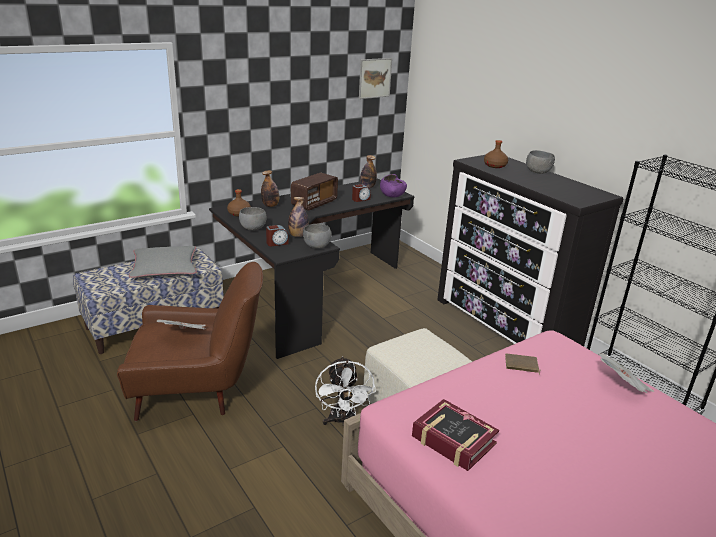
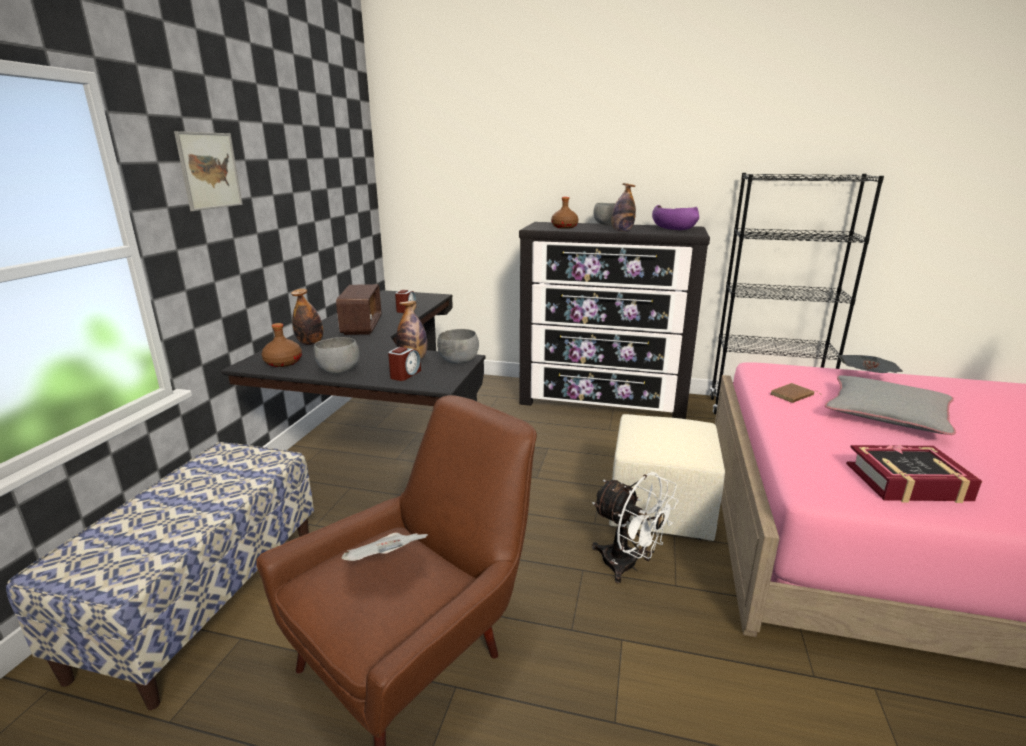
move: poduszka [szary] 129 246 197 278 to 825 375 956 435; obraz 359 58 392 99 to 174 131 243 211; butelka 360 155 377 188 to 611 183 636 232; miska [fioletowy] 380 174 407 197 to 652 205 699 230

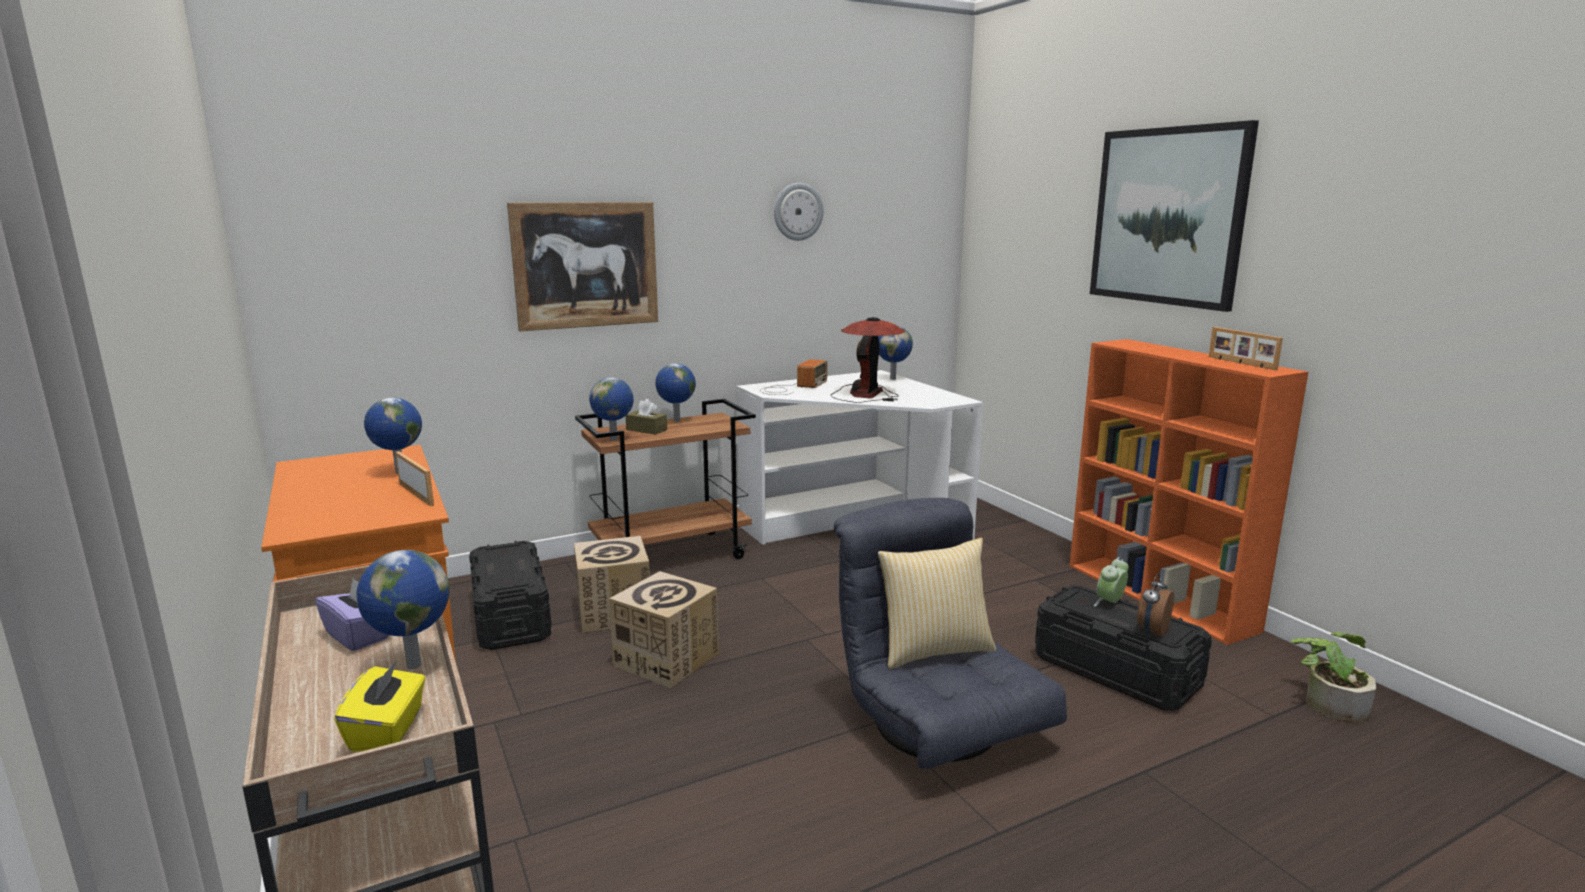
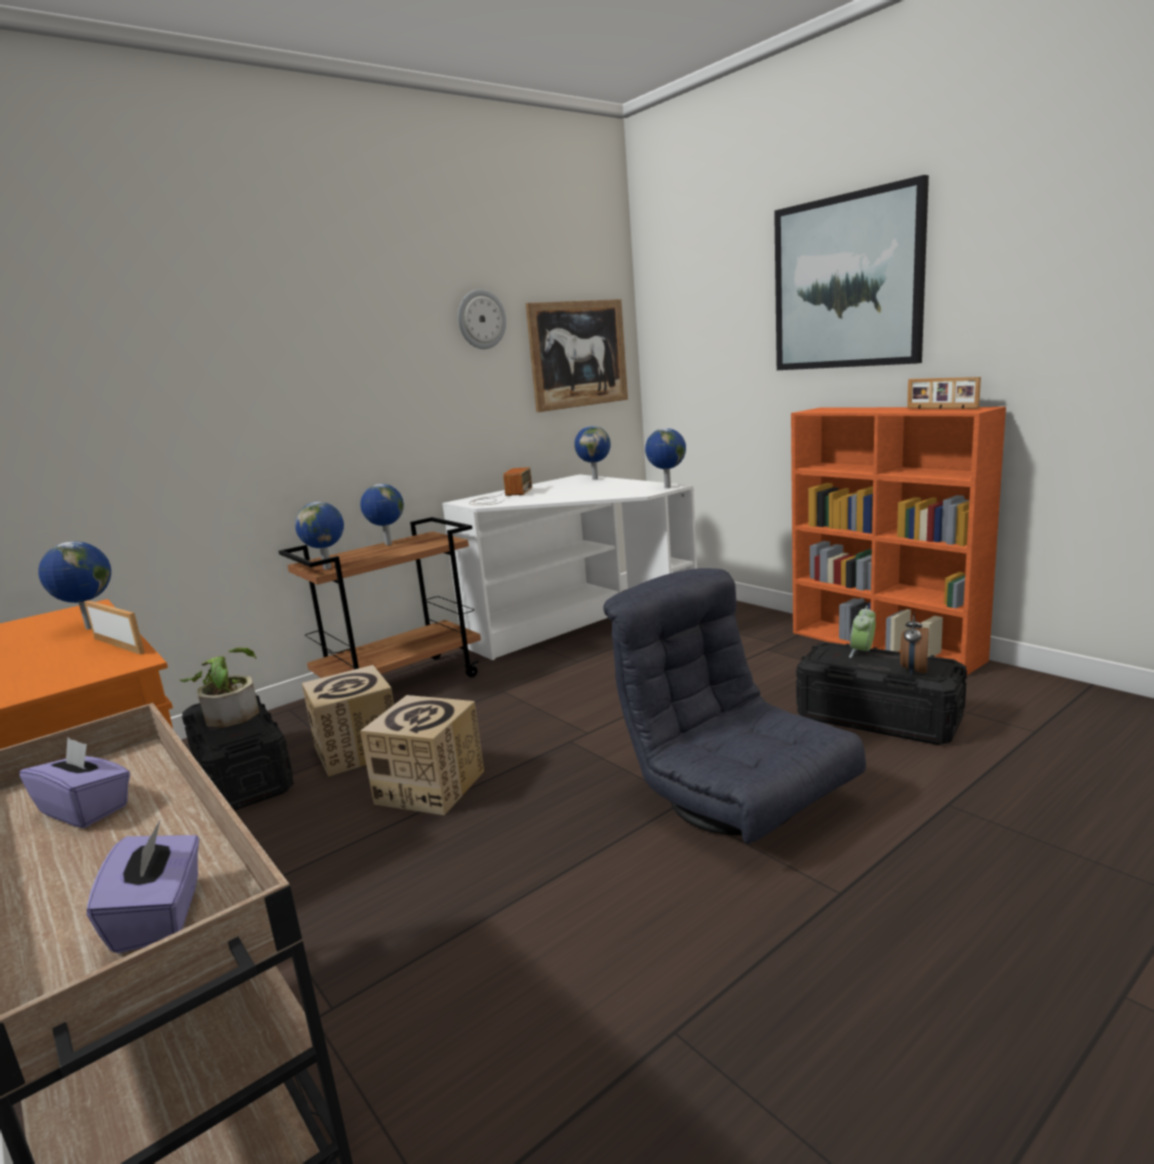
delete: pudełko chusteczek [brązowy] 625 399 667 435; lampa stołowa 831 317 905 403; poduszka 878 538 996 669
move: globus 356 550 450 670 to 645 428 686 488; obraz 507 202 658 332 to 525 299 628 412; roślina doniczkowa 1291 632 1376 723 to 180 647 259 728
recolor: pudełko chusteczek [żółty] 334 660 425 751 to pudełko chusteczek [fioletowy] 87 821 199 954

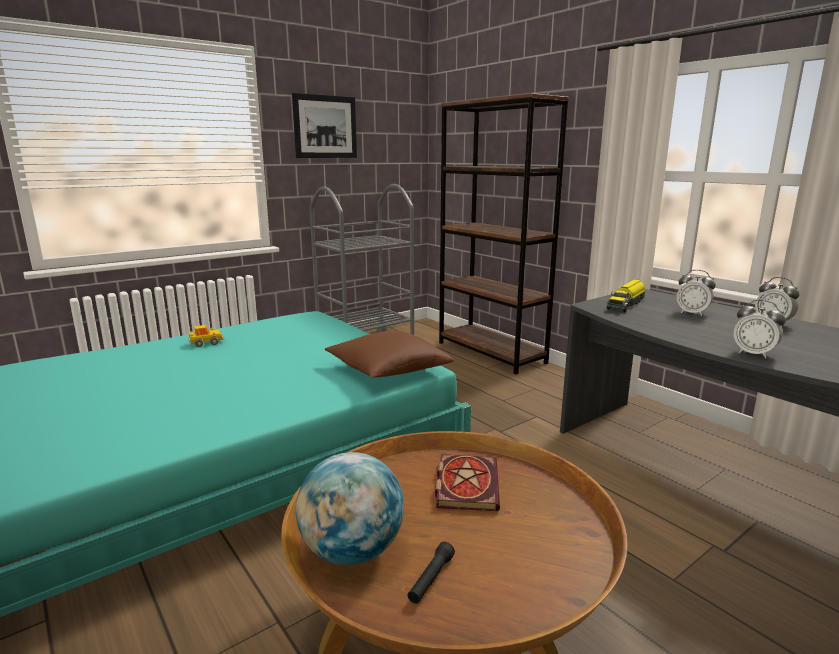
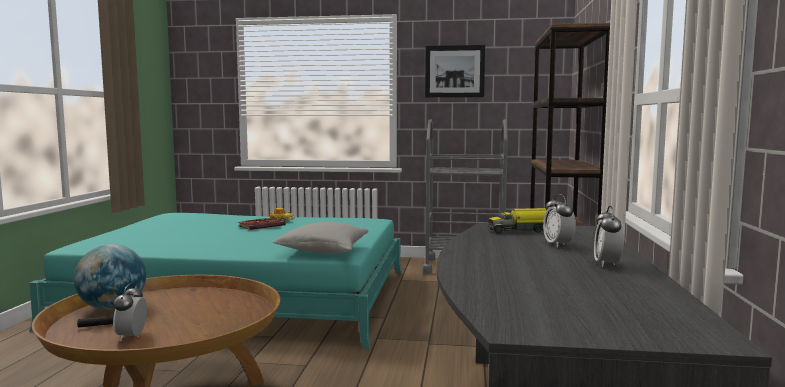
move: książka 435 454 500 511 to 238 218 286 230; budzik 734 300 786 359 to 113 283 147 341
recolor: poduszka [brązowy] 325 331 454 378 to poduszka [szary] 273 222 368 254

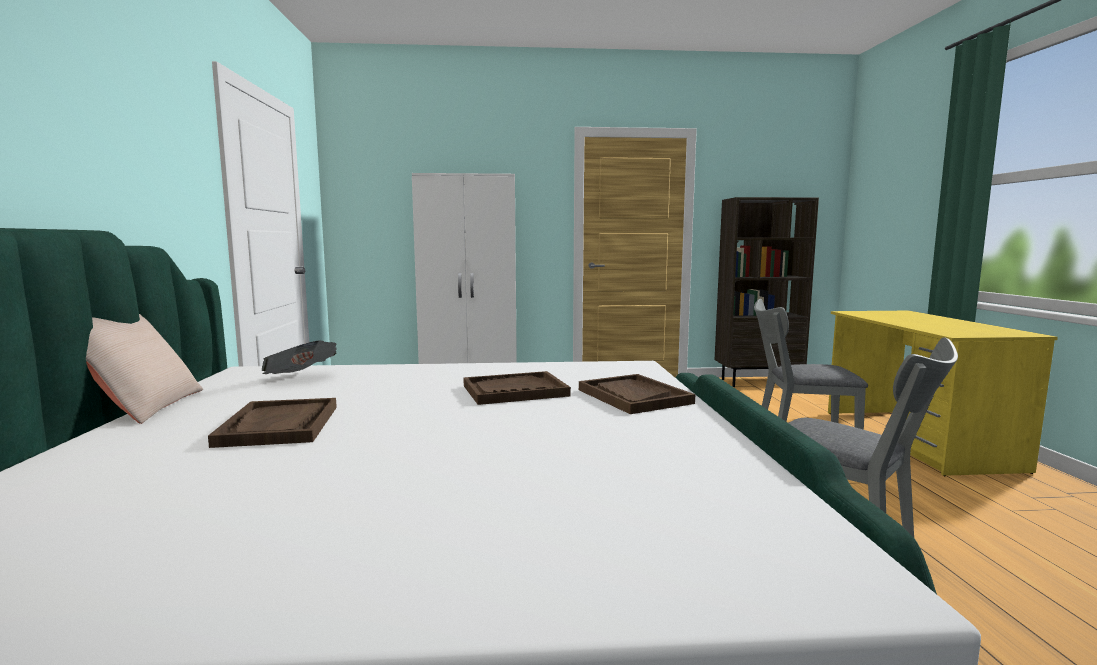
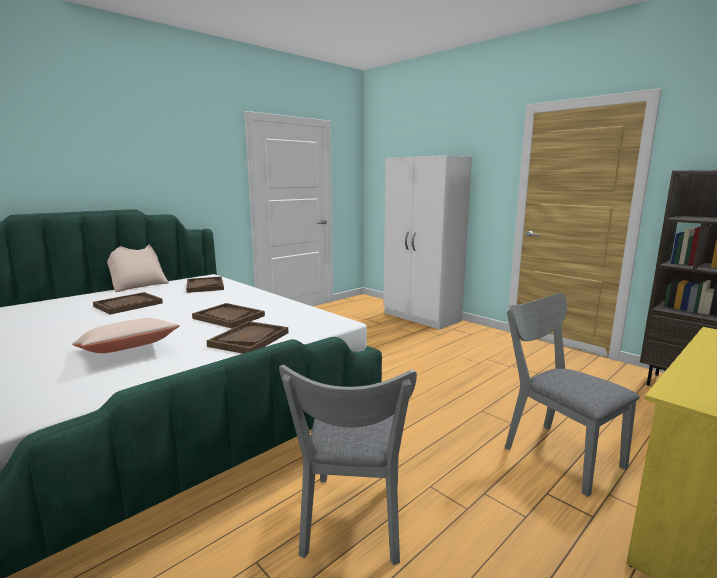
insert: poduszka [beżowy] 72 318 180 353
replace: gazeta 262 341 336 374 to taca [brązowy] 186 276 224 293

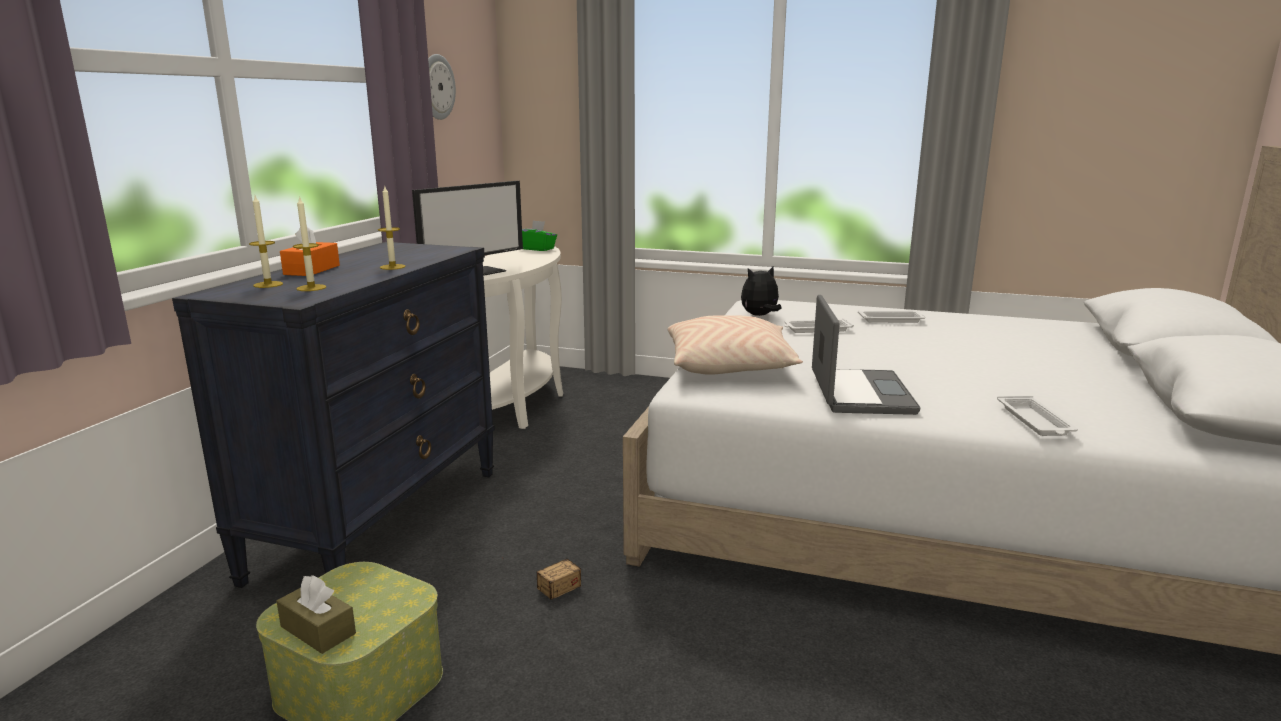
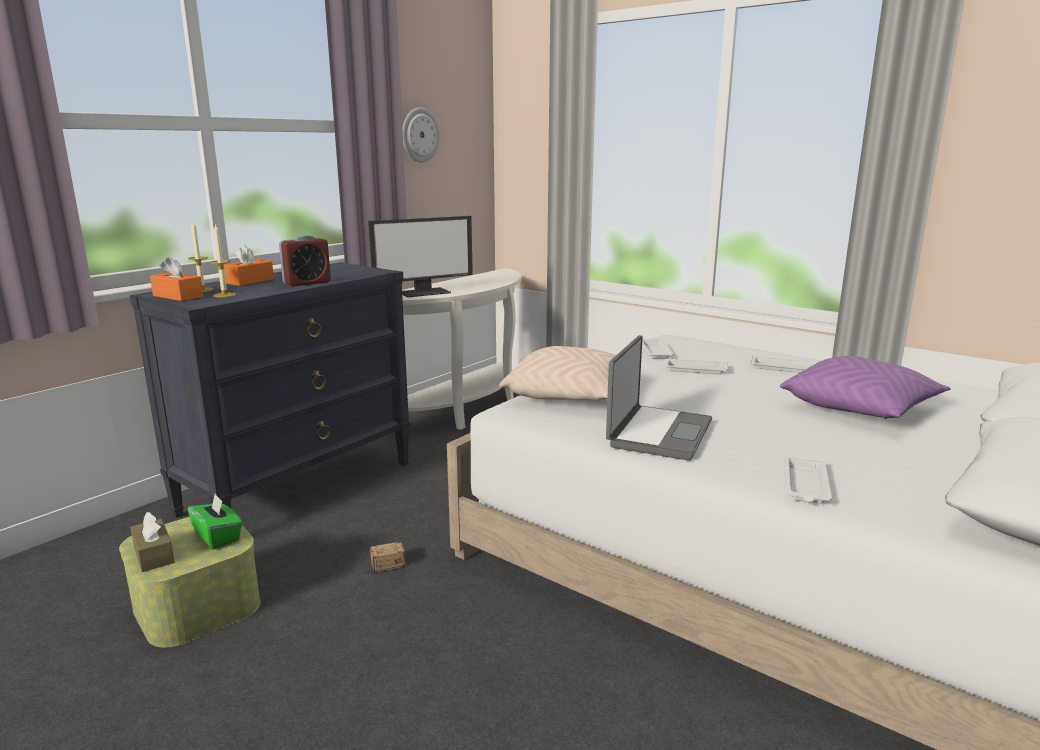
insert: pudełko chusteczek [pomarańczowy] 150 256 203 301; poduszka [fioletowy] 780 356 951 419
move: pudełko chusteczek [zielony] 522 220 557 251 to 188 494 243 550
replace: świeca 378 186 406 270 to budzik 279 235 331 286; pluszak 741 267 782 316 to taca [biały] 642 339 674 359

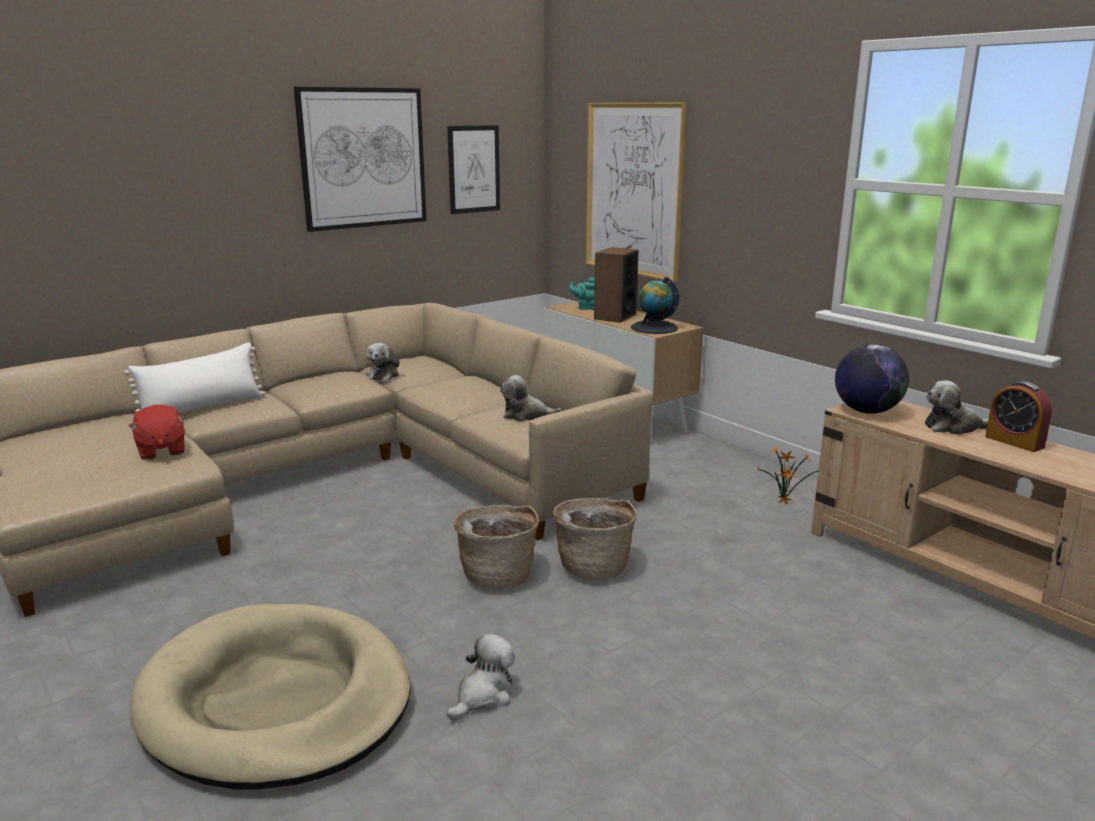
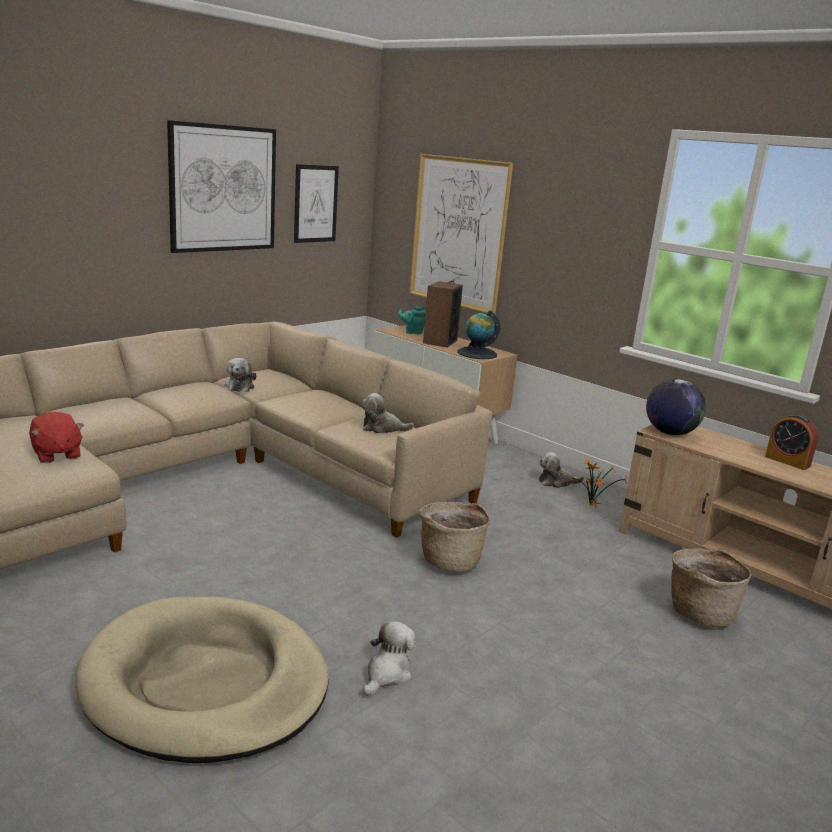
delete: poduszka [biały] 124 342 265 413
move: koszyk 453 505 539 589 to 671 548 752 627; pluszak 925 380 989 435 to 539 452 584 488

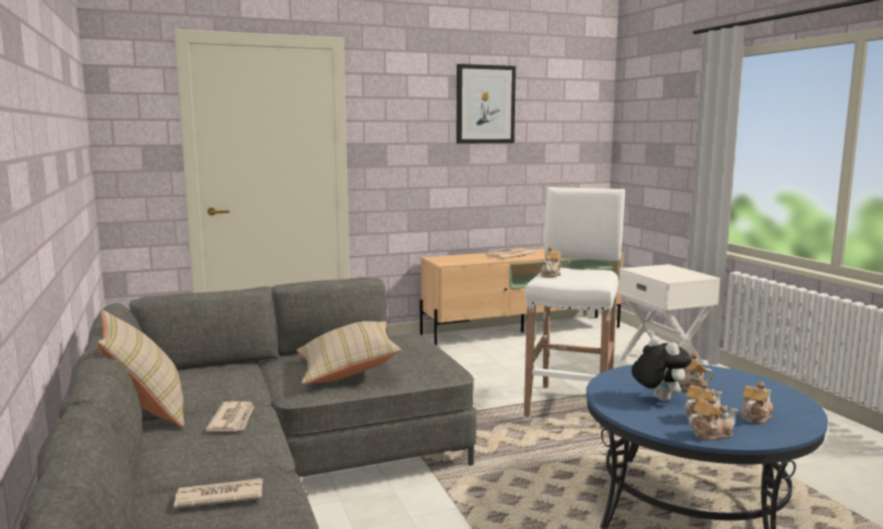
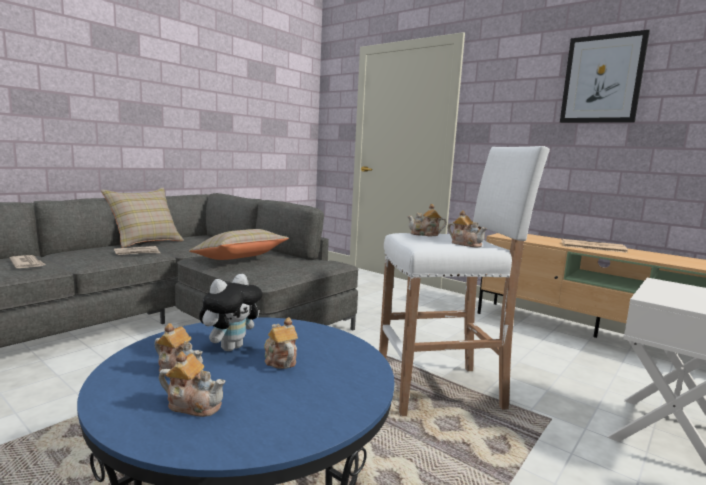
move: imbryk 688 396 737 441 to 447 210 487 247

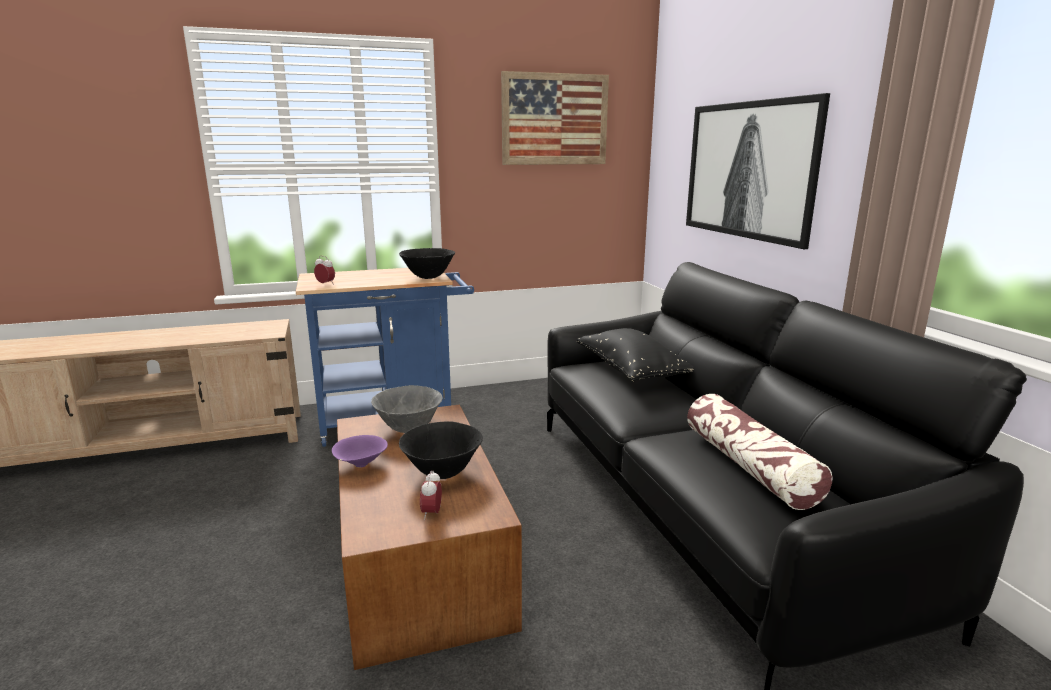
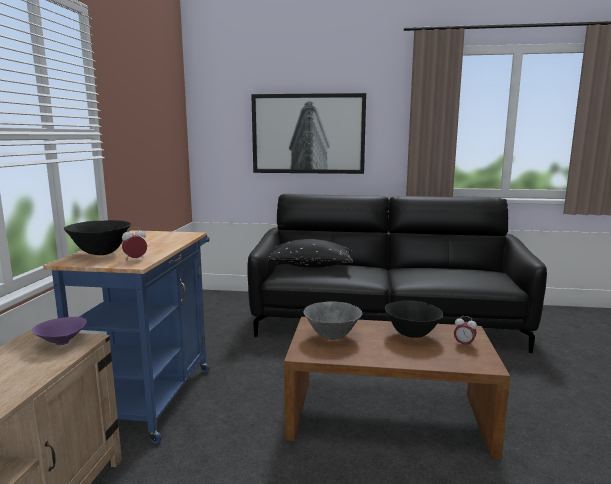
delete: obraz 501 71 609 165; poduszka 687 394 833 510
move: miska [fioletowy] 332 435 388 468 to 31 317 87 346; miska [czarny] 399 248 455 279 to 64 220 131 255

